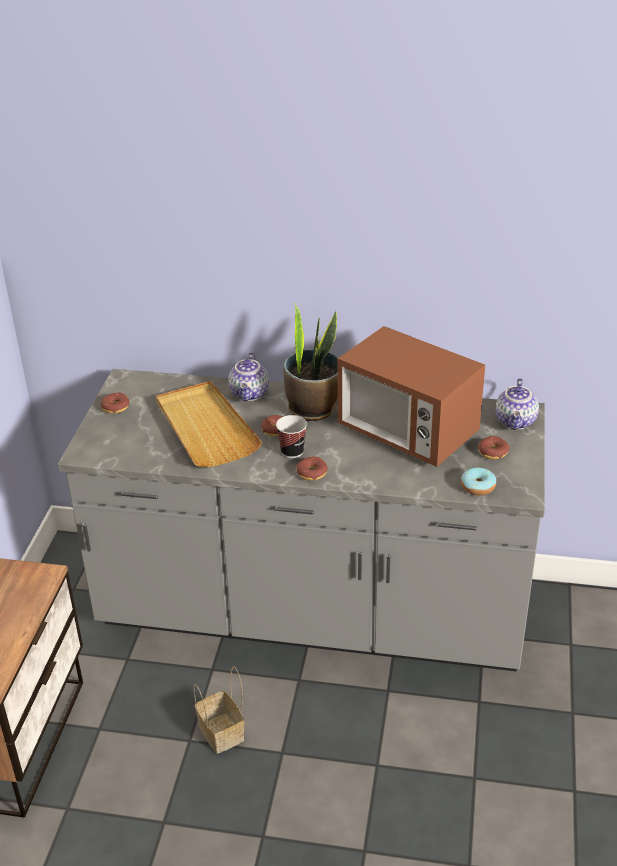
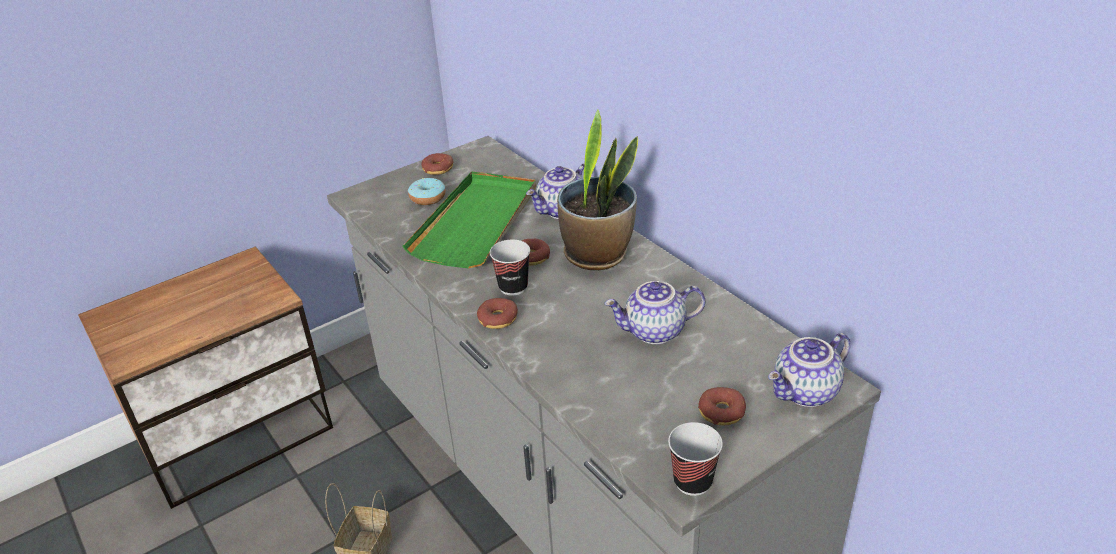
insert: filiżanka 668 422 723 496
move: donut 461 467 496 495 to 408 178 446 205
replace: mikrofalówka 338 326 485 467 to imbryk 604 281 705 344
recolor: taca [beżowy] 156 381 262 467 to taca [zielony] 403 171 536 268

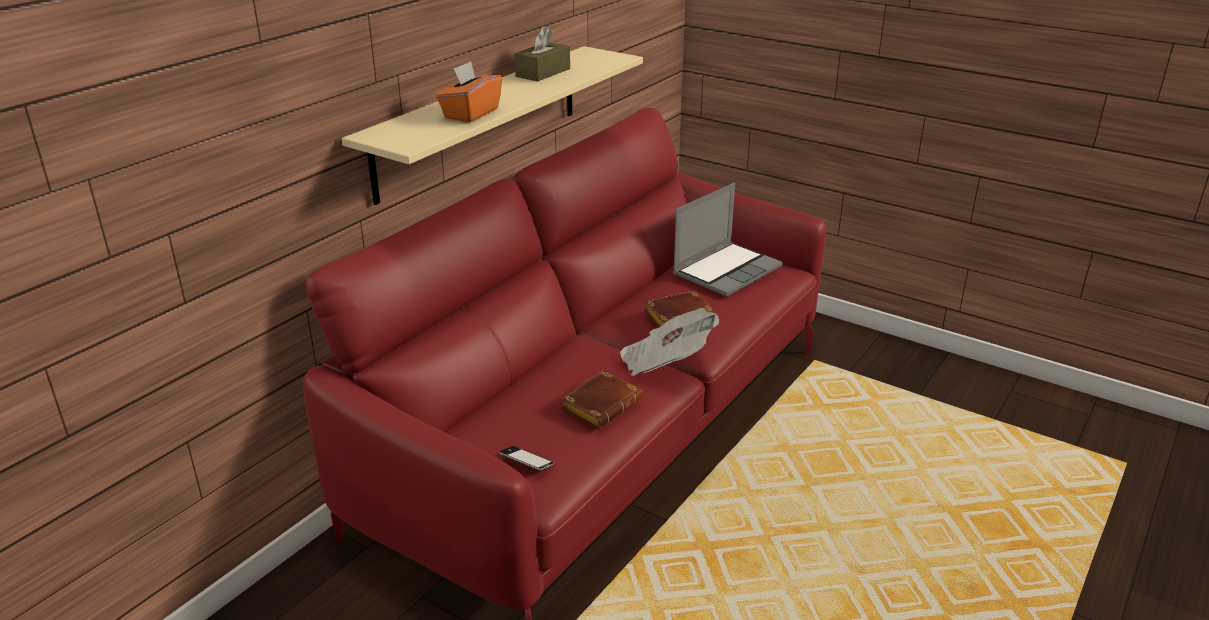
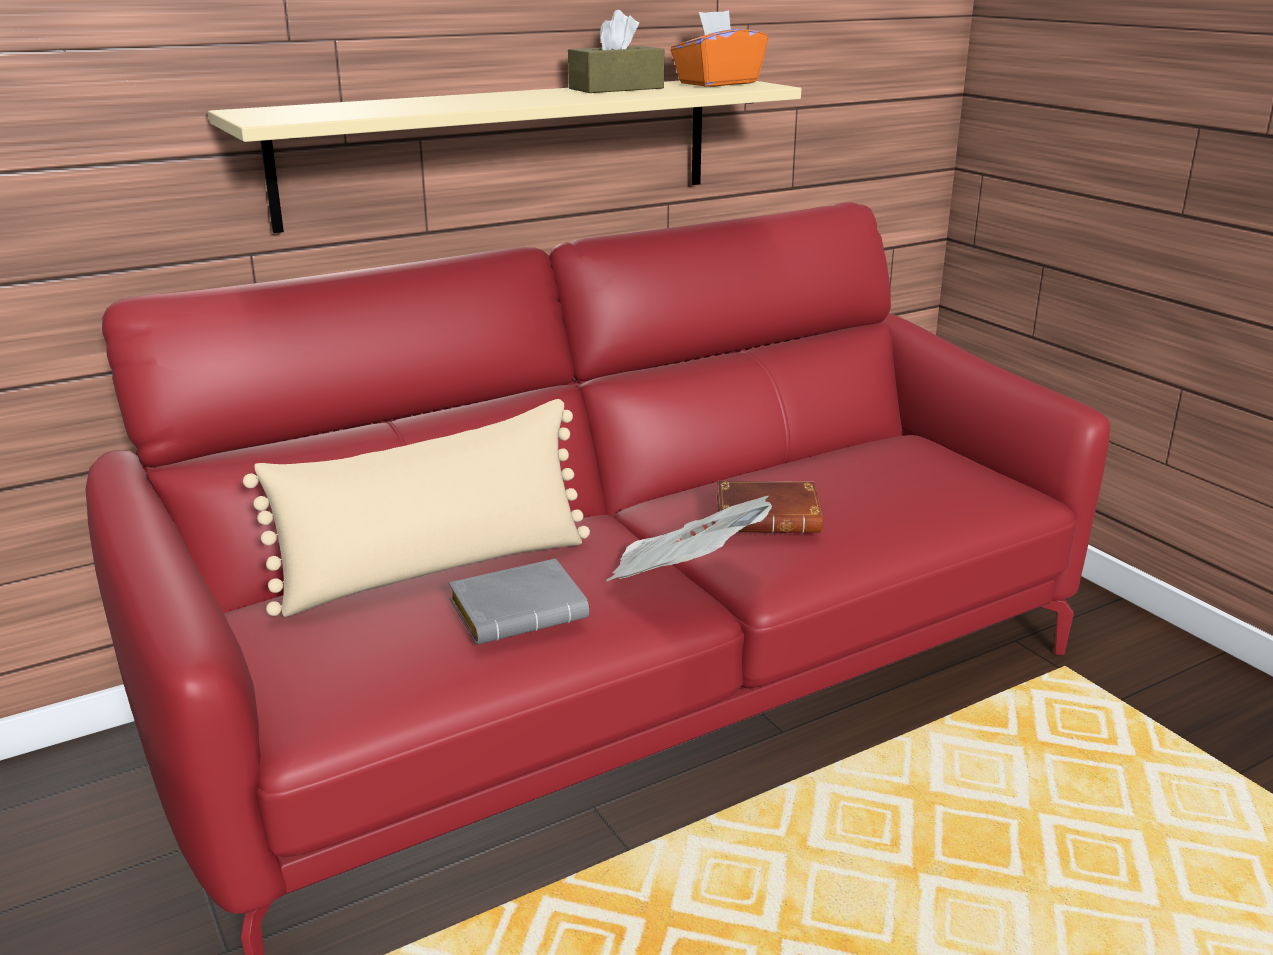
delete: telefon 499 446 554 471; laptop 673 183 783 297
insert: poduszka [beżowy] 243 399 590 617
move: pudełko chusteczek [pomarańczowy] 436 61 502 123 to 670 10 768 87
recolor: książka [brązowy] 561 370 643 429 to książka [szary] 449 558 590 645

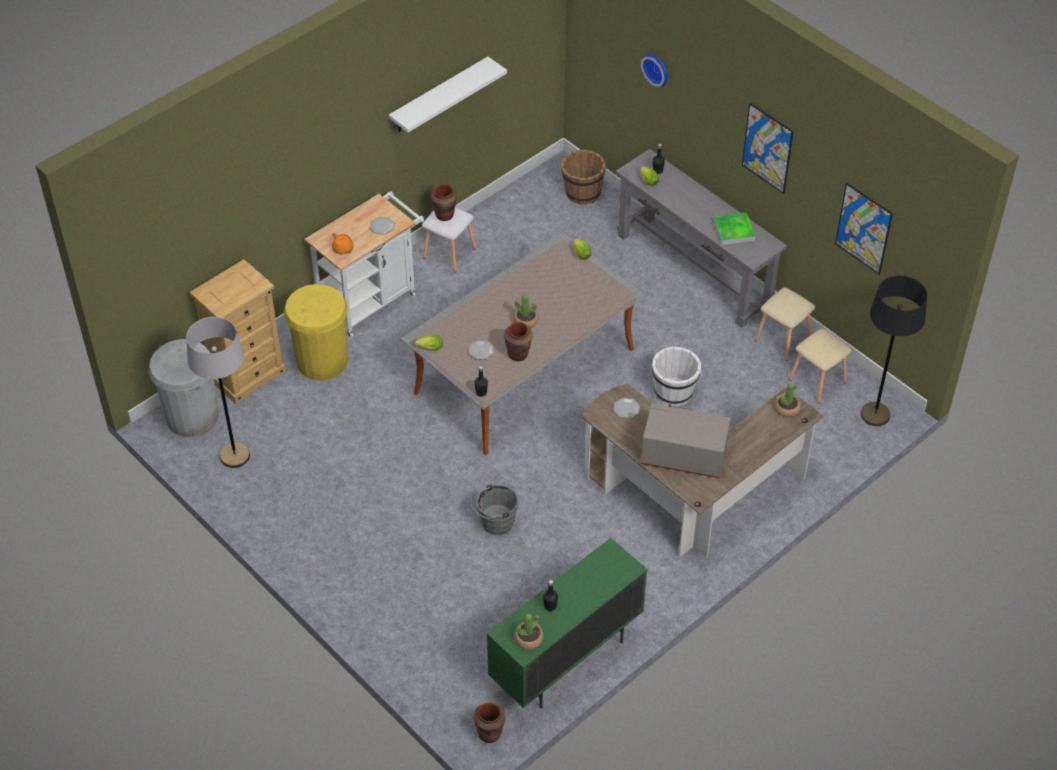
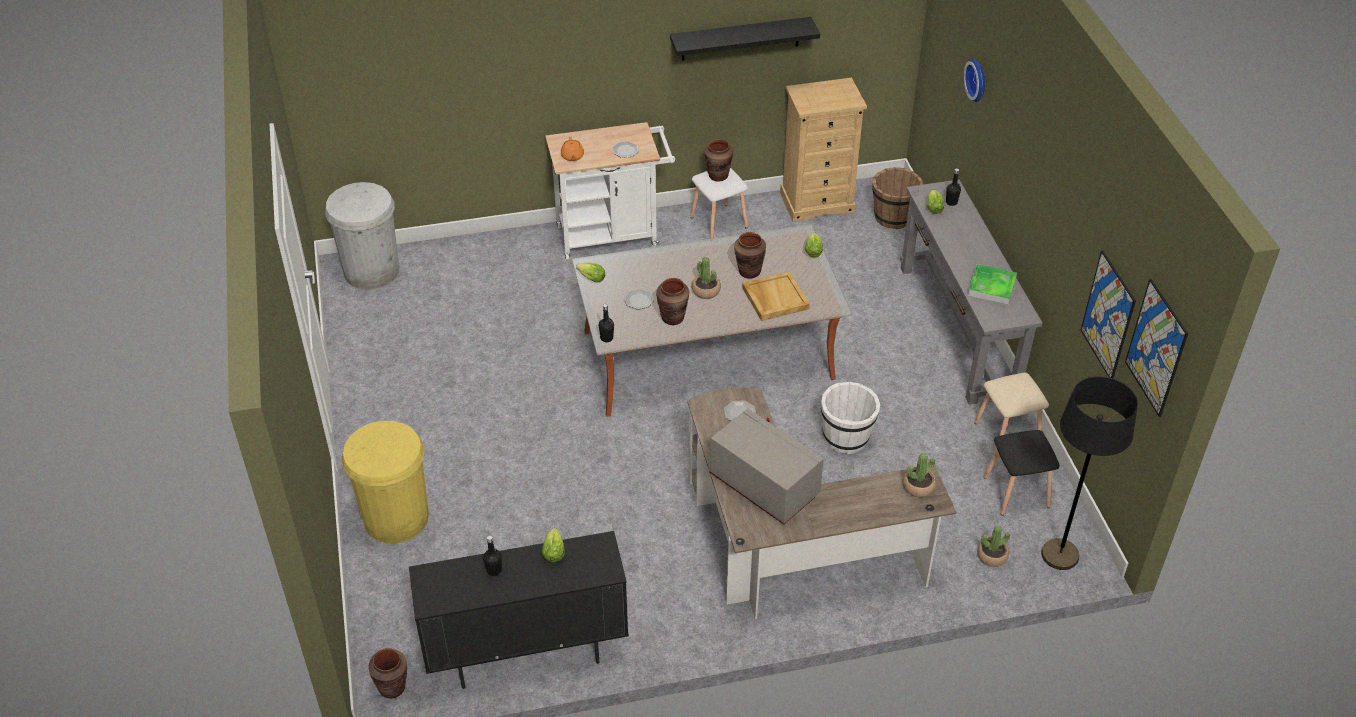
delete: lampa stojąca [szary] 186 317 250 468; wiadro [szary] 471 485 519 535
insert: sałata 542 528 565 562; wazon [brązowy] 734 232 766 279; taca [beżowy] 742 272 810 321
move: komoda [beżowy] 190 259 286 404 to 780 78 867 222; kosz na śmieci [żółty] 284 284 348 381 to 341 421 429 543; roślina doniczkowa 514 614 543 649 to 977 526 1010 567; obraz 742 103 794 194 to 1125 279 1188 417
recolor: półka [biały] 389 57 507 132 to półka [czarny] 670 17 820 61; szafka [zielony] 487 538 647 709 to szafka [czarny] 409 531 629 689; stołek [beżowy] 789 328 852 403 to stołek [czarny] 984 430 1060 515

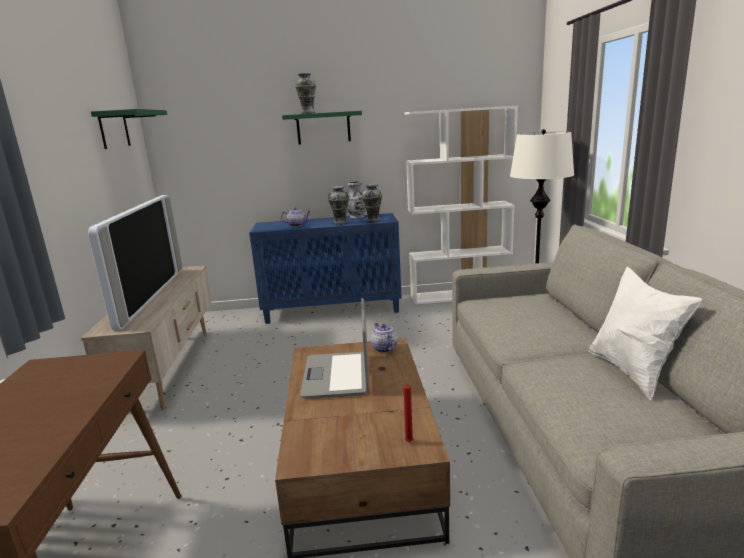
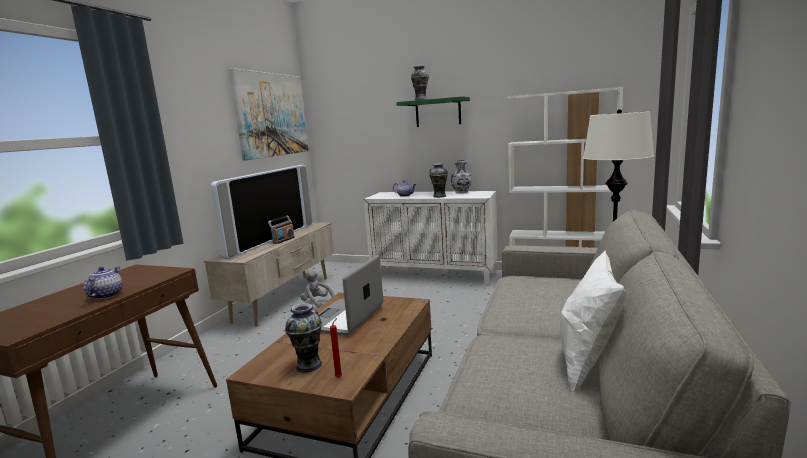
insert: radio 268 215 295 244; pluszak [szary] 300 270 335 308
move: wazon 362 184 382 223 to 285 303 322 373; imbryk 371 323 398 353 to 83 267 122 299
replace: półka [zielony] 91 109 167 149 to obraz 229 68 309 161
recolor: szafka [niebieski] 249 213 402 324 to szafka [biały] 364 191 498 284

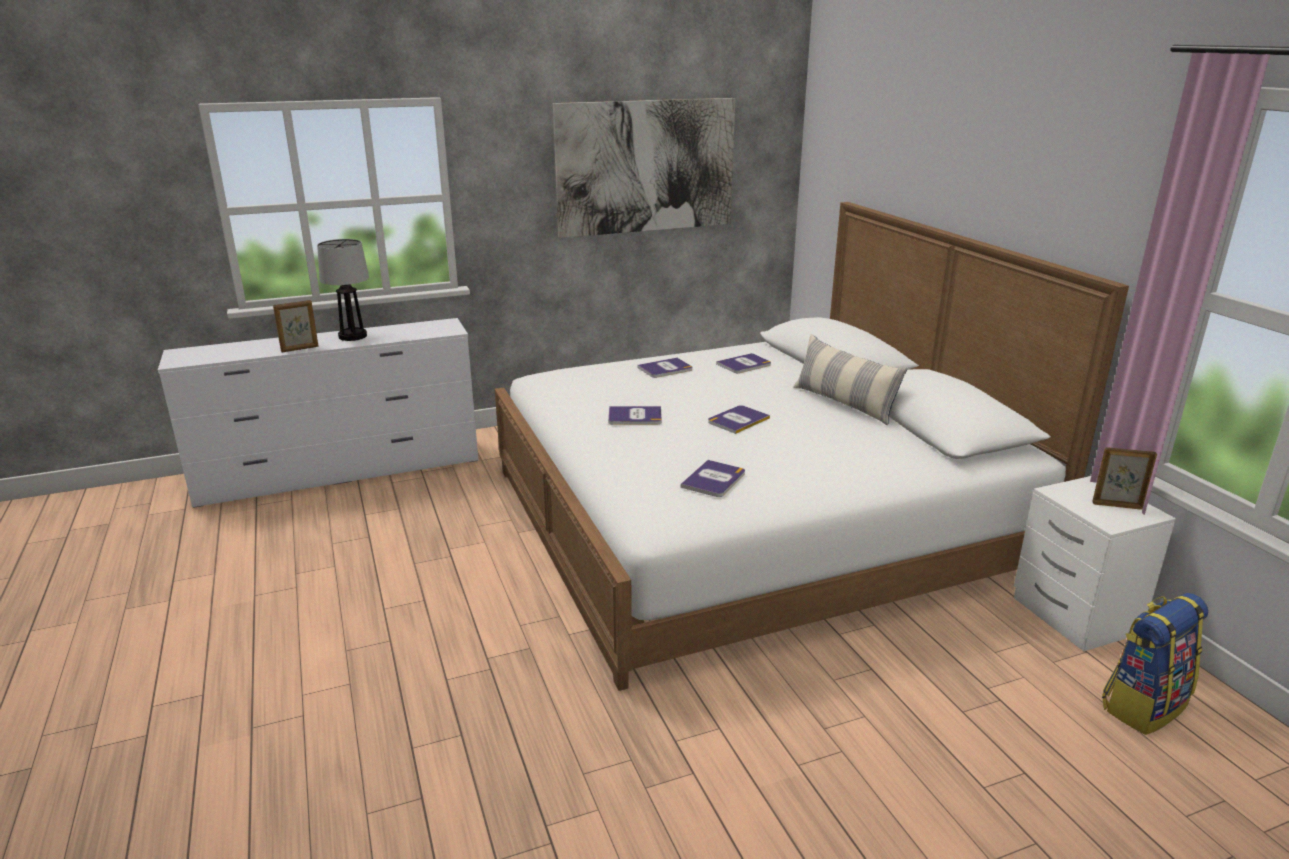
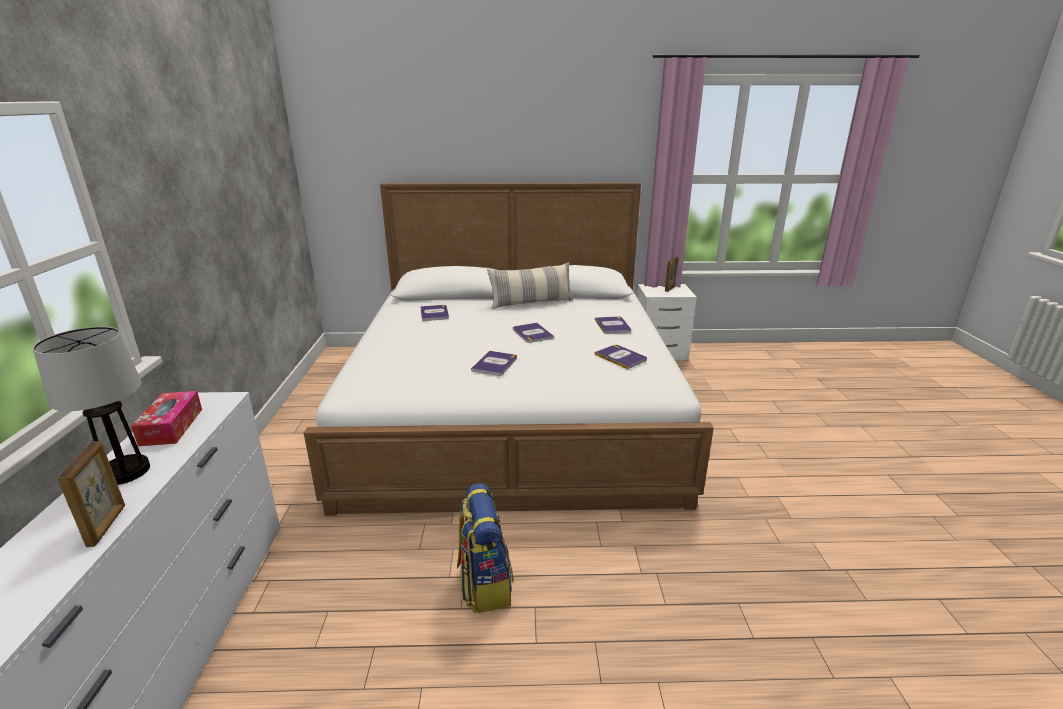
delete: obraz 553 98 736 238
insert: pudełko chusteczek 131 391 202 446
move: książka 637 358 692 378 to 595 316 631 334; plecak 1102 593 1208 735 to 457 483 513 613

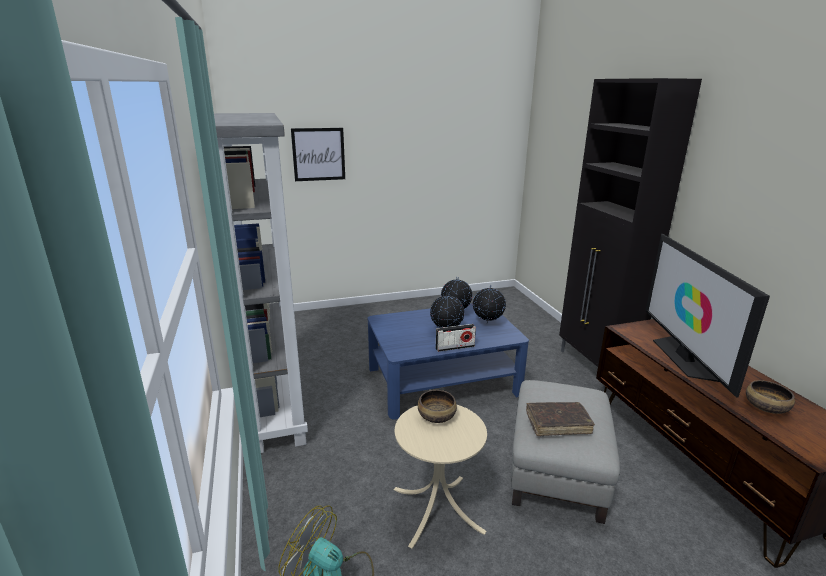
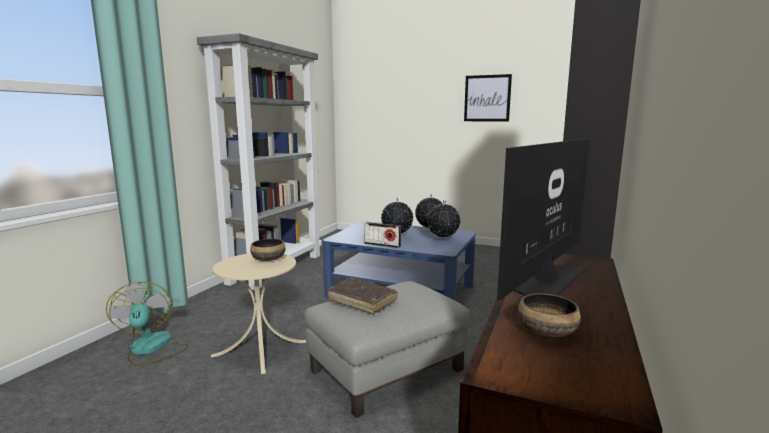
move: obraz 291 128 345 181 to 464 74 512 121

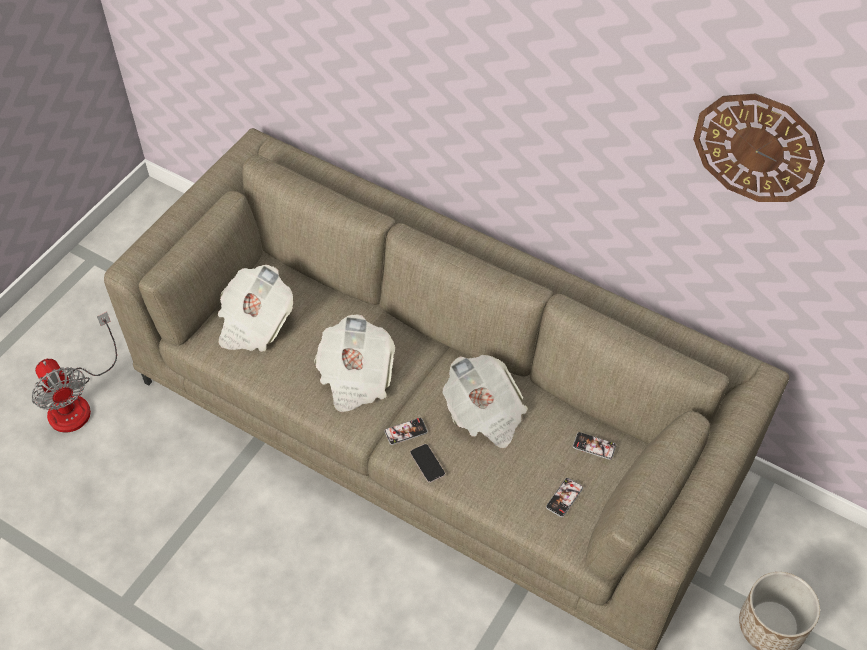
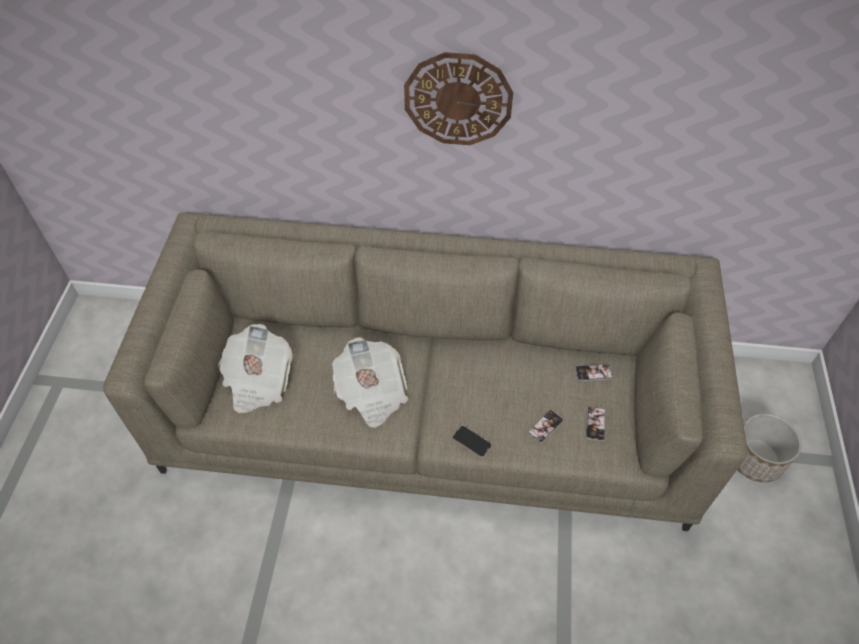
delete: wentylator 32 312 117 433; gazeta 443 355 528 448
move: telefon 384 418 428 445 to 528 410 563 443; zegar ścienny 693 93 825 202 to 404 52 513 145

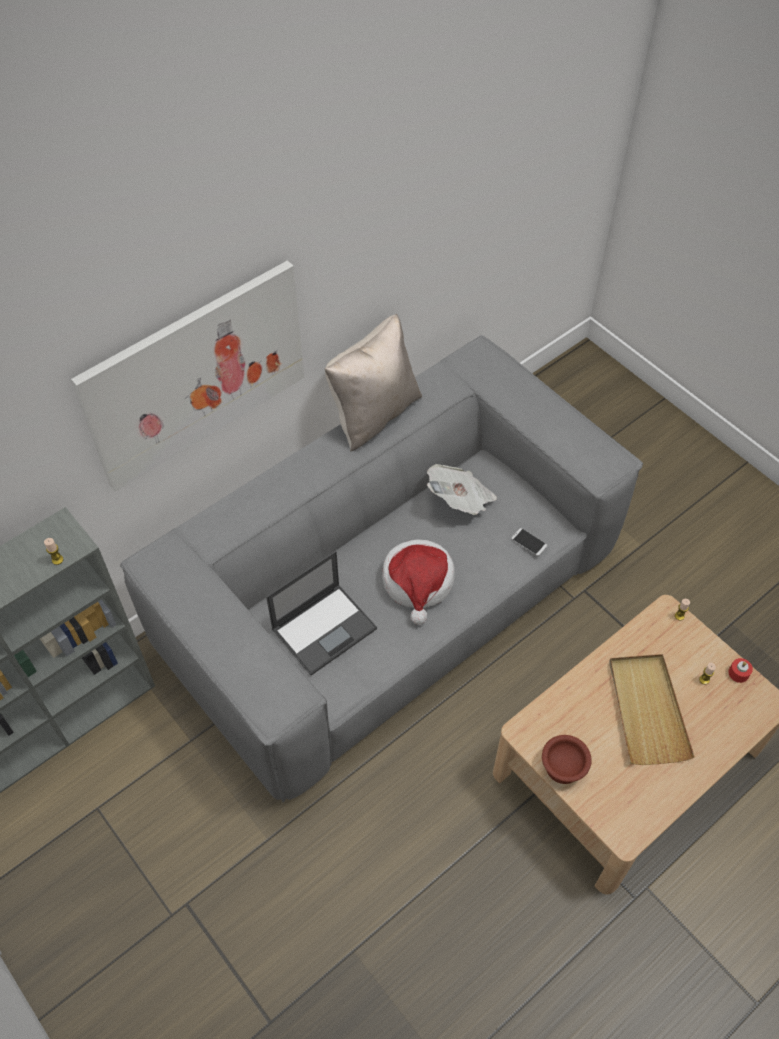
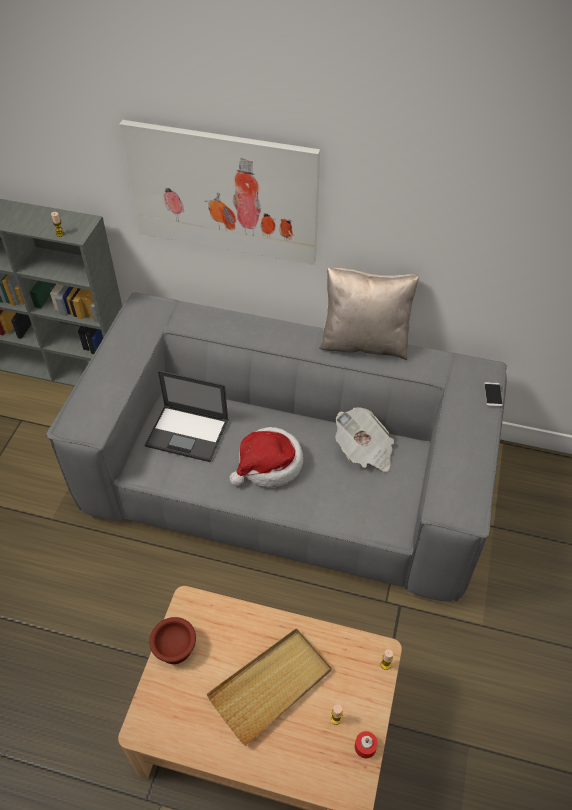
move: telefon 511 528 547 556 to 484 382 503 407

